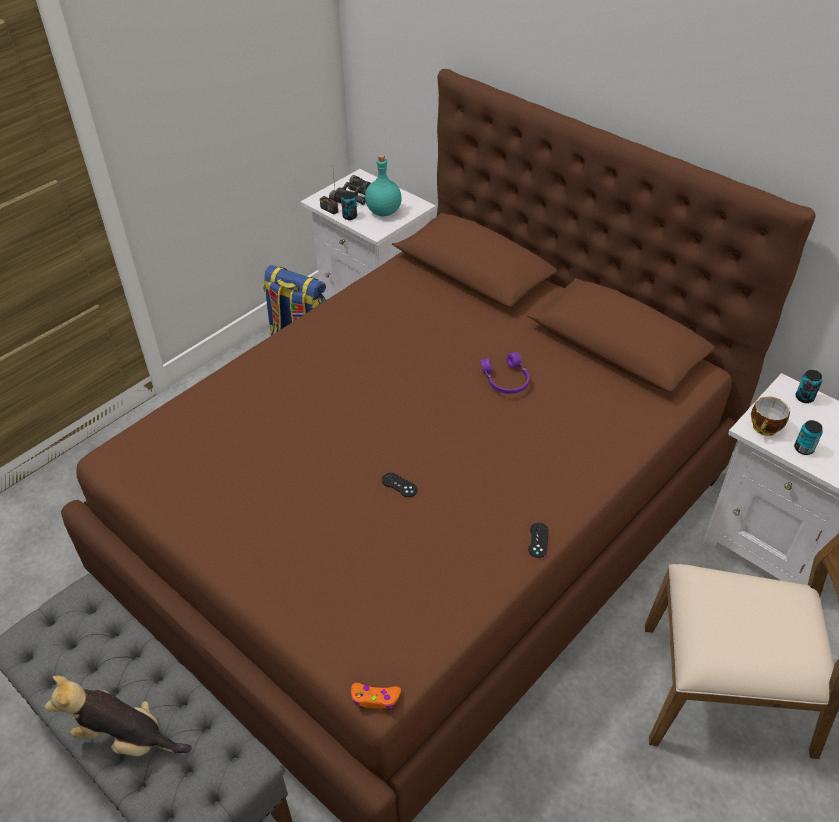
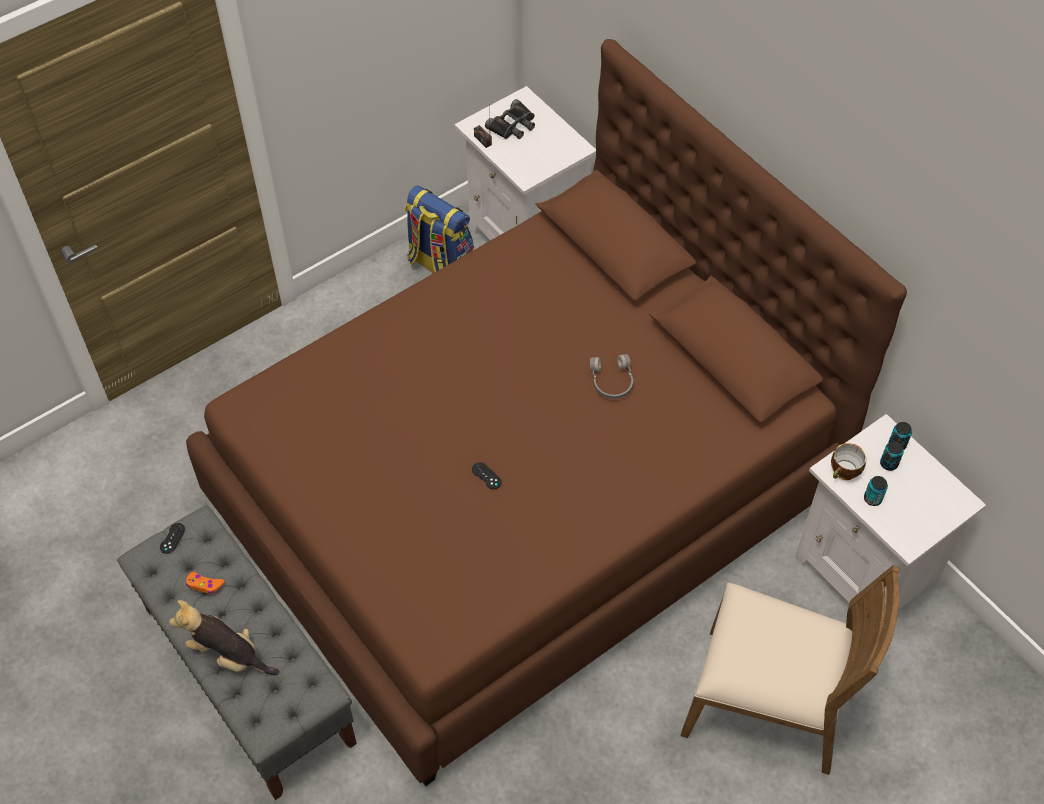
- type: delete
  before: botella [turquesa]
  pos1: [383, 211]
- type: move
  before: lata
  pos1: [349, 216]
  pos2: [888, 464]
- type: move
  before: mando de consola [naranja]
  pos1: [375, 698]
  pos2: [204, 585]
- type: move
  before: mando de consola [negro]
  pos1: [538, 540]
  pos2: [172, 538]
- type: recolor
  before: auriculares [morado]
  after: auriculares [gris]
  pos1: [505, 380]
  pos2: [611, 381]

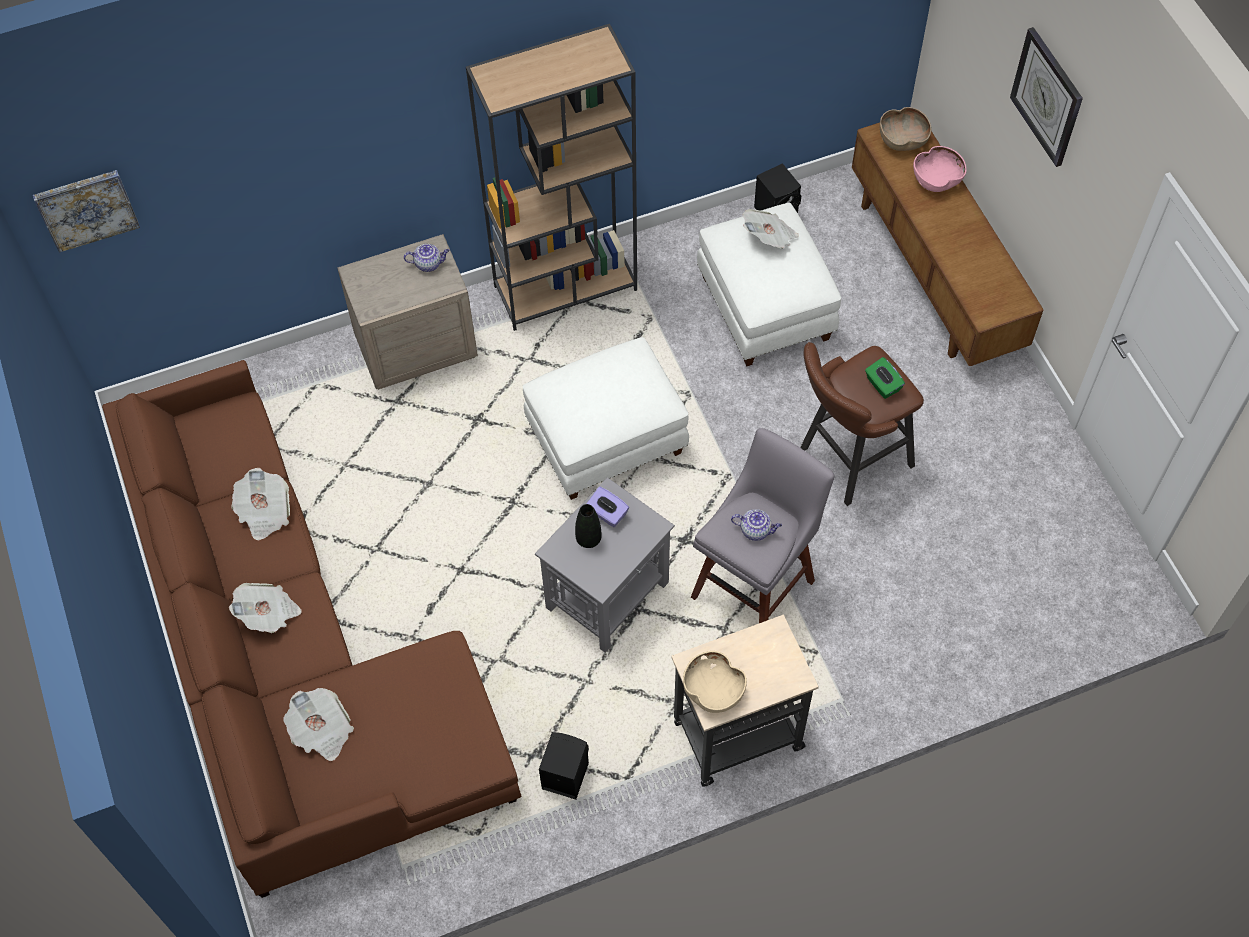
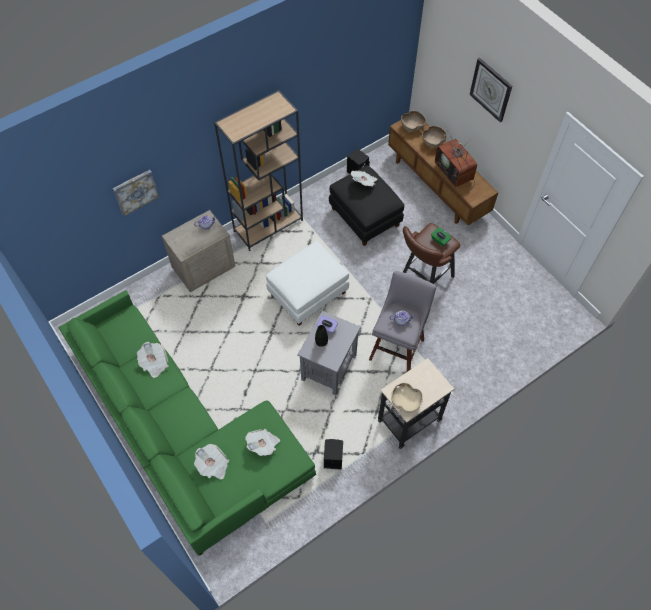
- type: insert
  after: televisor
  pos2: [455, 173]
- type: move
  before: cuadro
  pos1: [86, 209]
  pos2: [135, 191]
- type: move
  before: periódico
  pos1: [269, 614]
  pos2: [263, 445]
- type: recolor
  before: sofá [marrón]
  after: sofá [verde]
  pos1: [296, 658]
  pos2: [185, 432]
- type: recolor
  before: puf [blanco]
  after: puf [negro]
  pos1: [766, 308]
  pos2: [365, 217]
- type: recolor
  before: cuenco [rosa]
  after: cuenco [marrón]
  pos1: [936, 180]
  pos2: [432, 142]

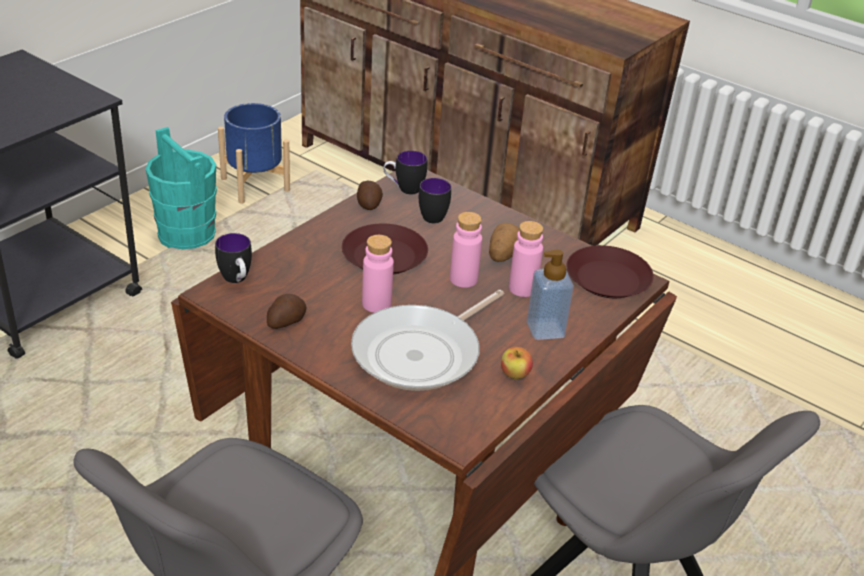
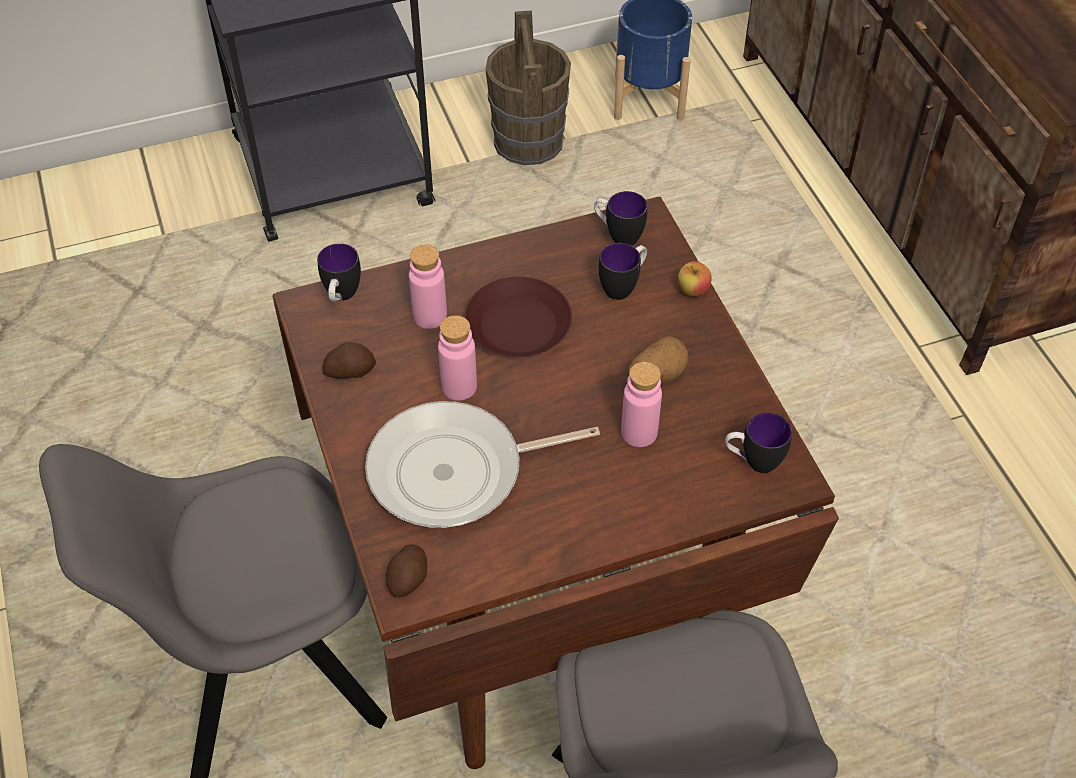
- type: delete
  before: dispensador de jabón
  pos1: [545, 330]
- type: move
  before: patata
  pos1: [369, 204]
  pos2: [409, 578]
- type: move
  before: botella [rosa]
  pos1: [463, 279]
  pos2: [430, 316]
- type: move
  before: manzana
  pos1: [515, 374]
  pos2: [693, 290]
- type: replace
  before: plato [marrón]
  after: taza grande
  pos1: [606, 279]
  pos2: [753, 461]
- type: recolor
  before: cubo [turquesa]
  after: cubo [marrón]
  pos1: [186, 234]
  pos2: [528, 142]

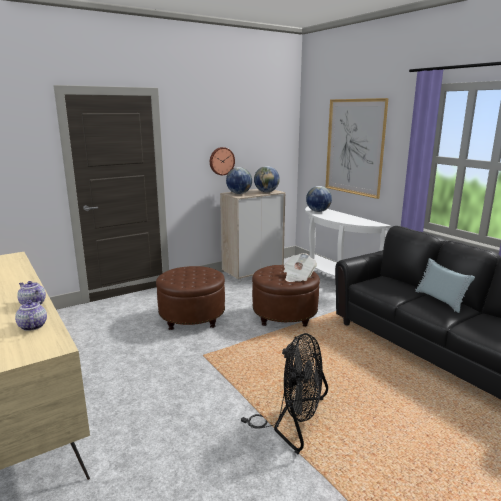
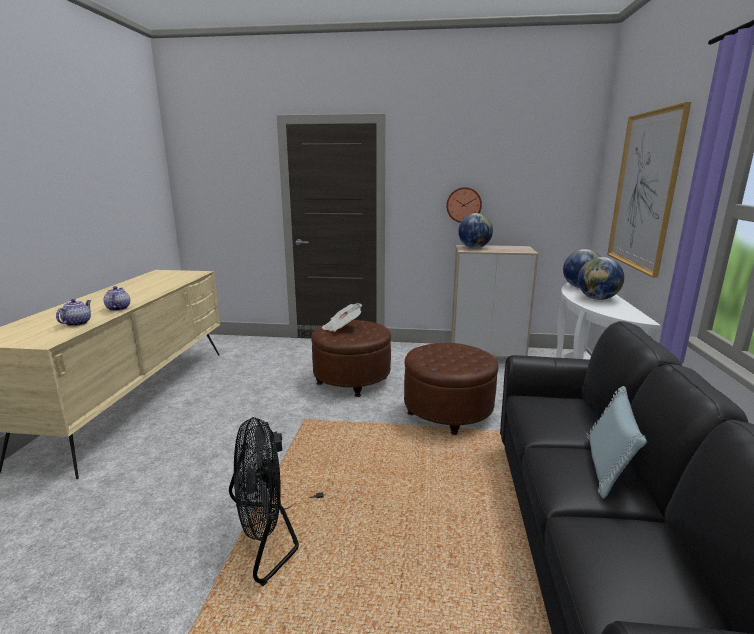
- type: move
  before: globo terráqueo
  pos1: [266, 192]
  pos2: [597, 299]
- type: move
  before: periódico
  pos1: [298, 276]
  pos2: [342, 327]
- type: rotate
  before: ventilador [negro]
  pos1: [292, 421]
  pos2: [272, 530]
  turn: 90

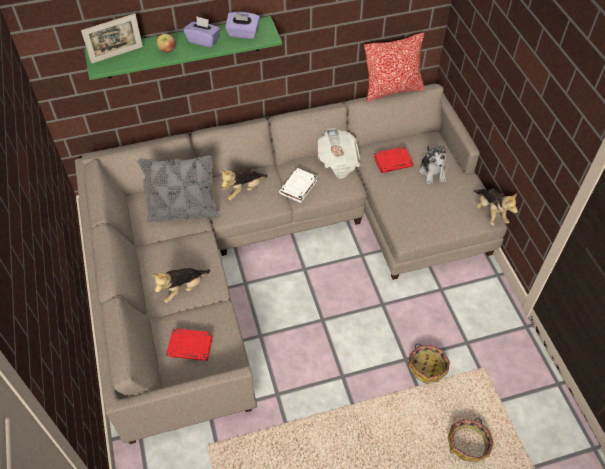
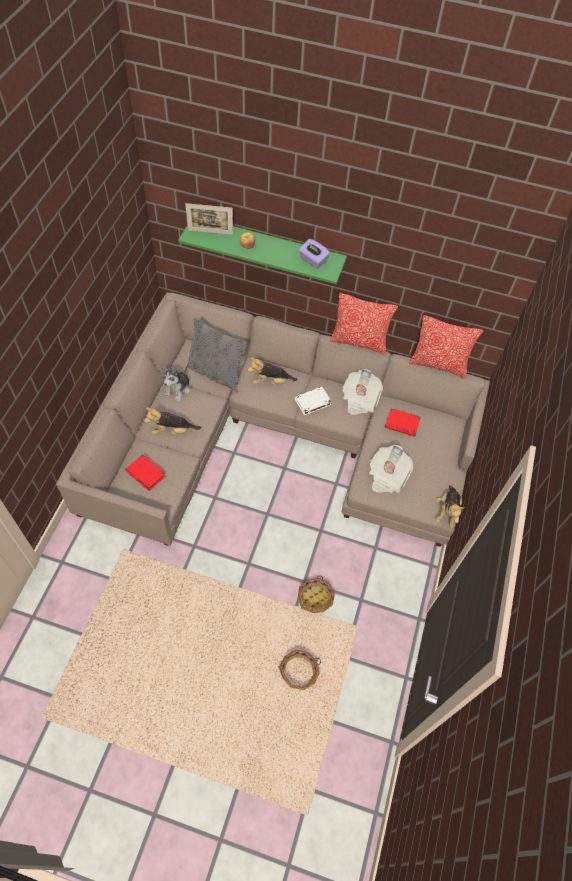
- type: delete
  before: caja de pañuelos [morado]
  pos1: [203, 40]
- type: insert
  after: cojín
  pos2: [359, 342]
- type: insert
  after: periódico
  pos2: [387, 476]
- type: move
  before: peluche
  pos1: [432, 172]
  pos2: [178, 389]

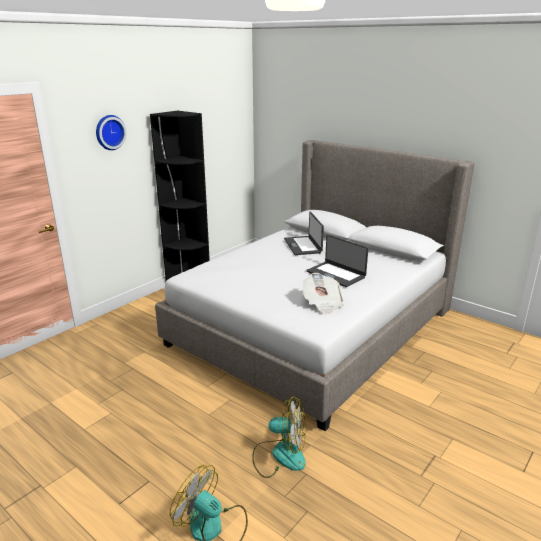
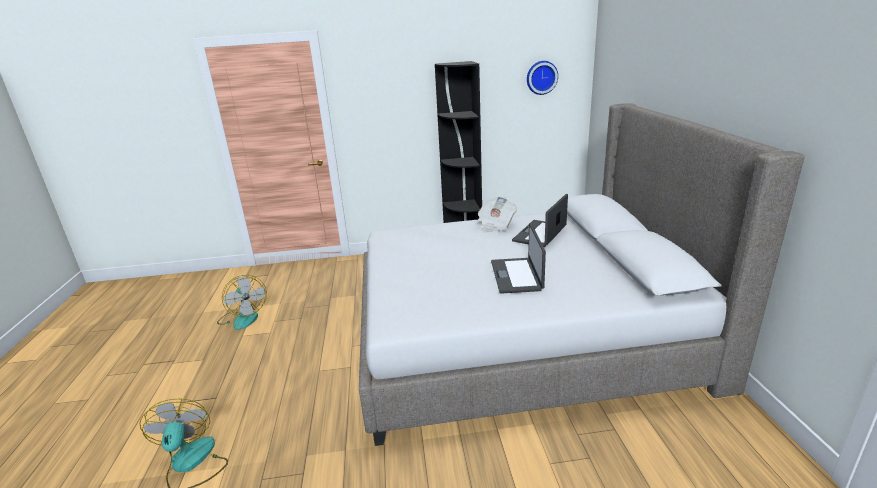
- type: move
  before: reloj de pared
  pos1: [109, 132]
  pos2: [541, 77]
- type: move
  before: ventilador
  pos1: [280, 455]
  pos2: [243, 317]
- type: move
  before: periódico
  pos1: [322, 304]
  pos2: [495, 225]

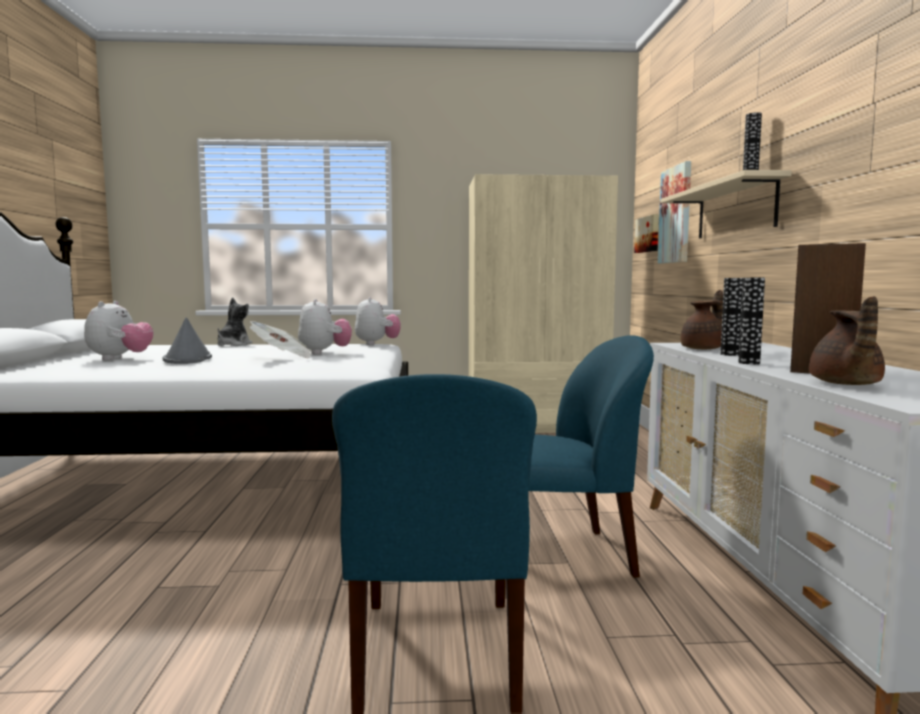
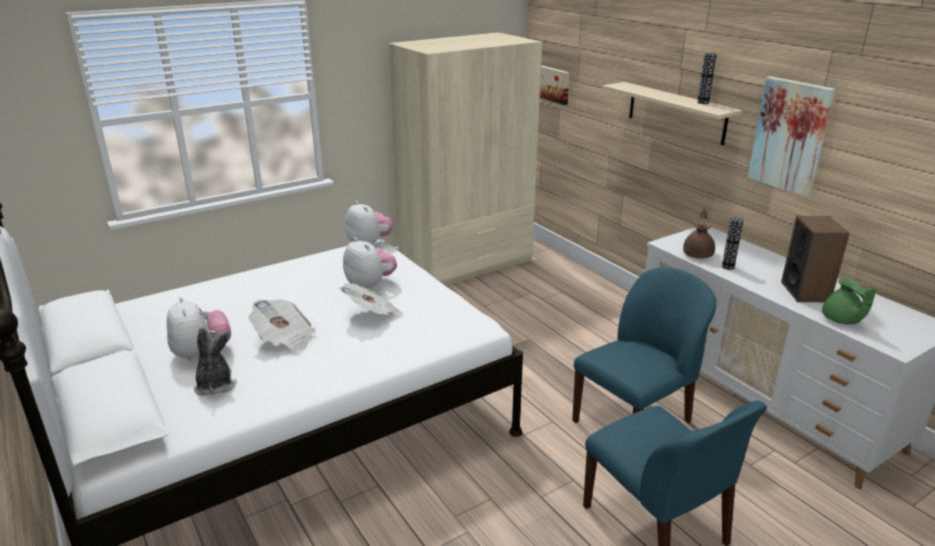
- type: delete
  before: florero
  pos1: [749, 363]
- type: move
  before: peluche
  pos1: [233, 345]
  pos2: [215, 385]
- type: move
  before: cuadro
  pos1: [676, 215]
  pos2: [790, 136]
- type: replace
  before: sombrero [gris]
  after: periódico
  pos1: [188, 359]
  pos2: [285, 339]
- type: recolor
  before: tetera [marrón]
  after: tetera [verde]
  pos1: [845, 384]
  pos2: [841, 320]

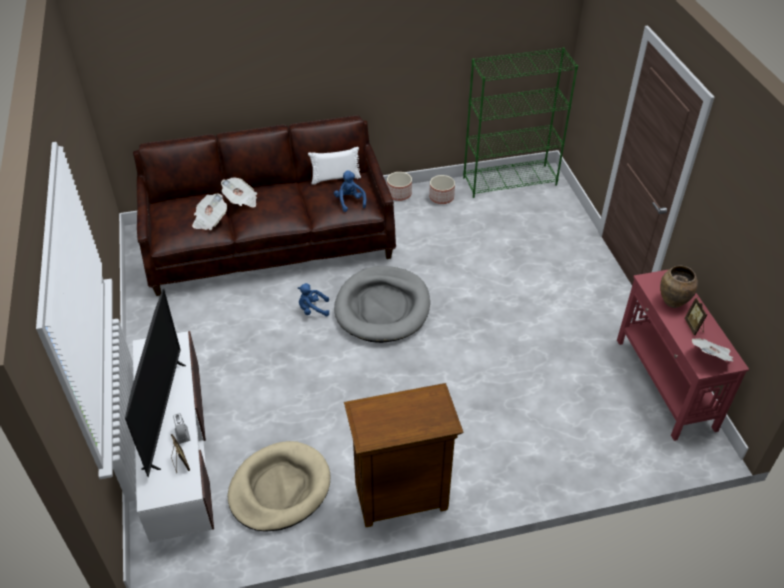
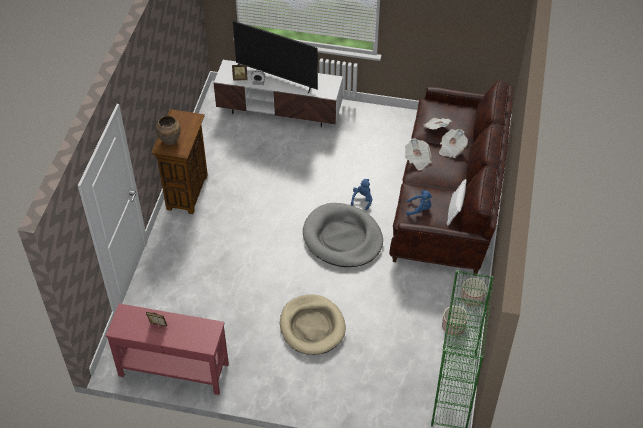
- type: move
  before: cama para perro [beis]
  pos1: [279, 489]
  pos2: [312, 326]
- type: move
  before: florero [marrón]
  pos1: [672, 302]
  pos2: [170, 140]
- type: move
  before: periódico
  pos1: [711, 357]
  pos2: [417, 159]

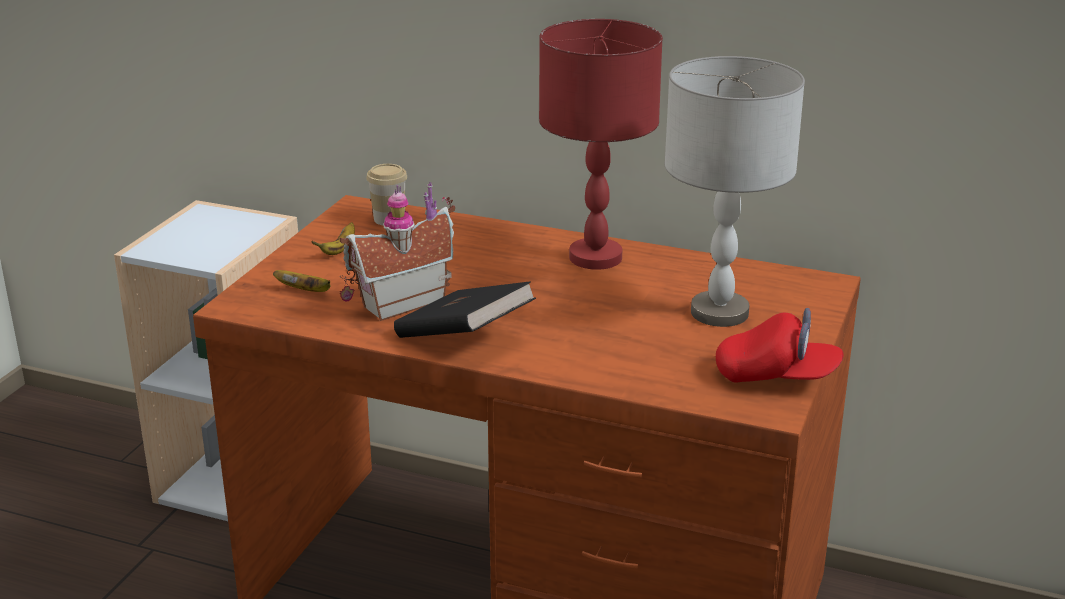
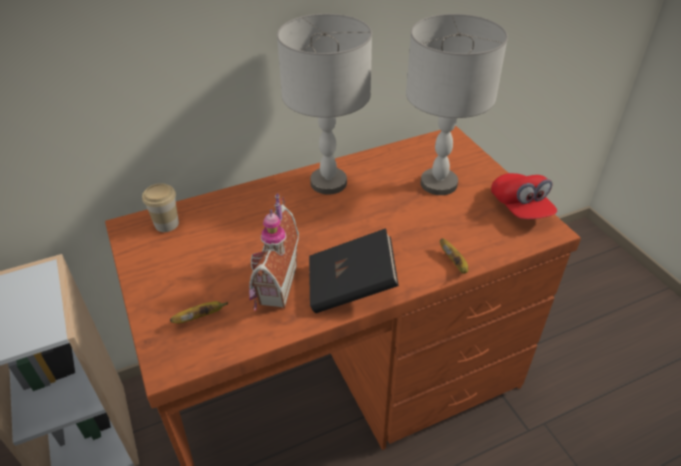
- type: move
  before: plátano
  pos1: [339, 250]
  pos2: [454, 263]
- type: recolor
  before: lámpara de mesa [rojo]
  after: lámpara de mesa [gris]
  pos1: [596, 258]
  pos2: [329, 183]
- type: rotate
  before: gorra [rojo]
  pos1: [776, 376]
  pos2: [520, 208]
  turn: 105

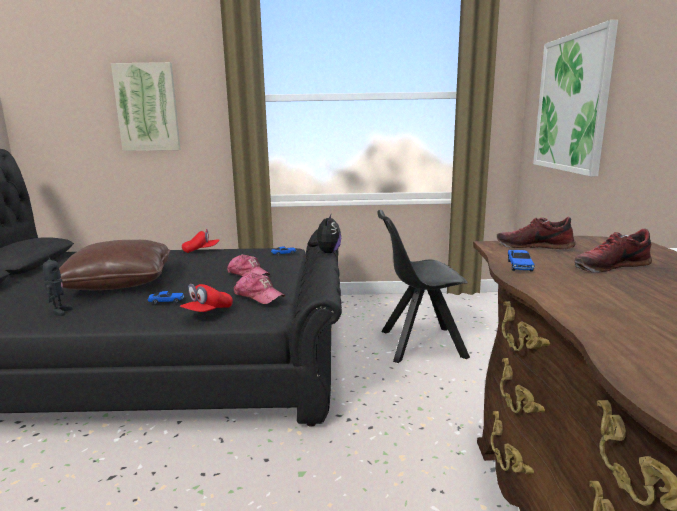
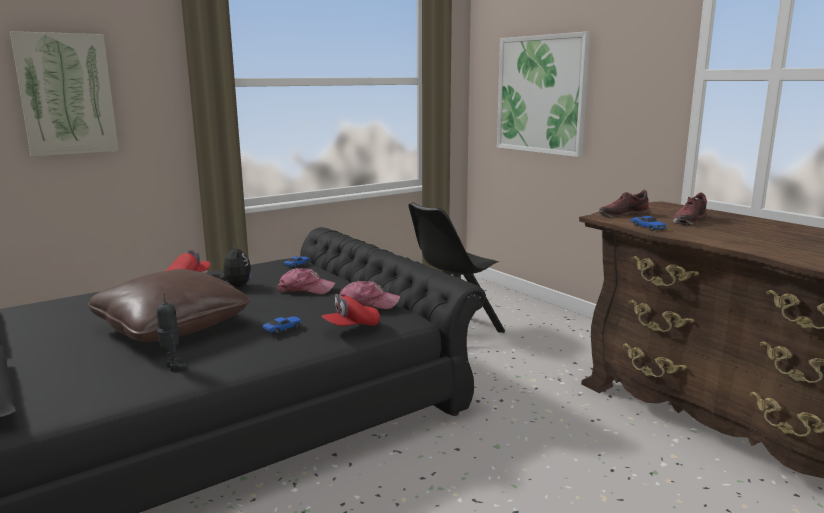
- type: move
  before: peluche
  pos1: [327, 252]
  pos2: [236, 286]
- type: rotate
  before: gorra [rojo]
  pos1: [207, 312]
  pos2: [351, 327]
  turn: 60

